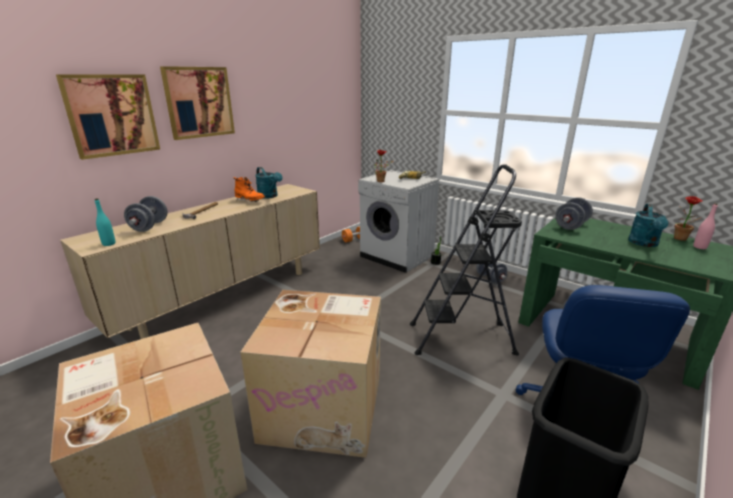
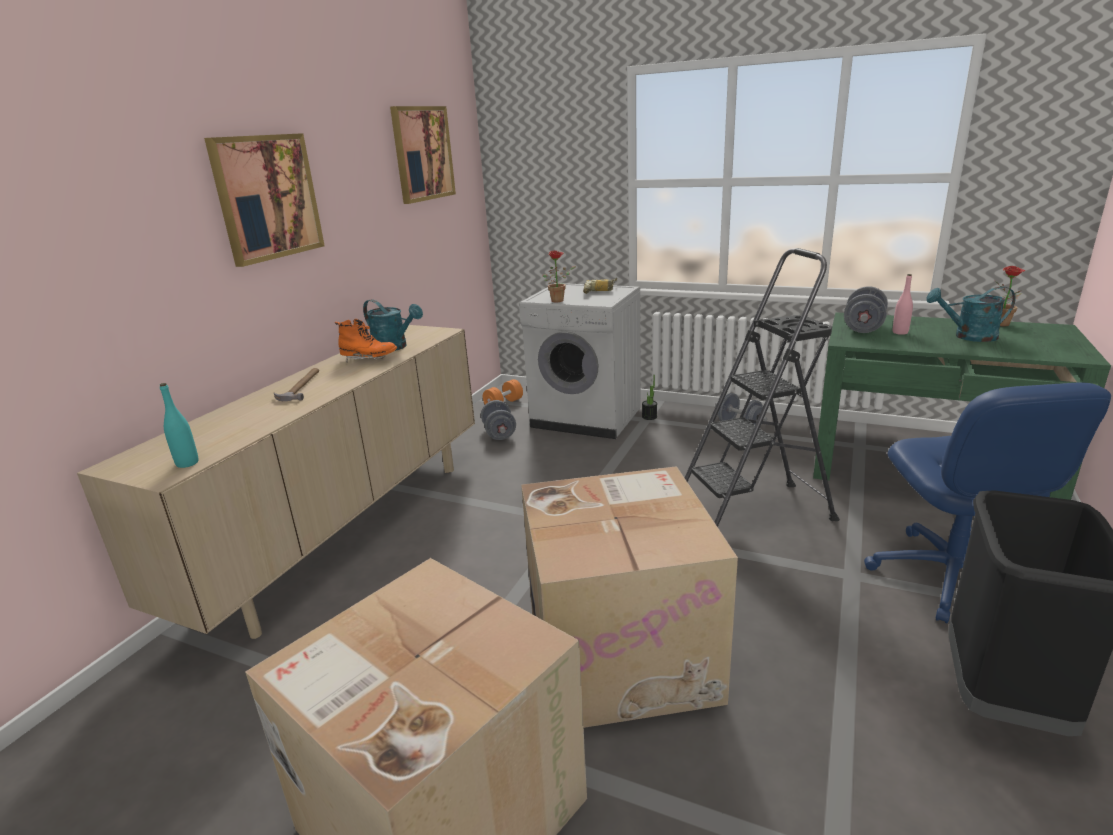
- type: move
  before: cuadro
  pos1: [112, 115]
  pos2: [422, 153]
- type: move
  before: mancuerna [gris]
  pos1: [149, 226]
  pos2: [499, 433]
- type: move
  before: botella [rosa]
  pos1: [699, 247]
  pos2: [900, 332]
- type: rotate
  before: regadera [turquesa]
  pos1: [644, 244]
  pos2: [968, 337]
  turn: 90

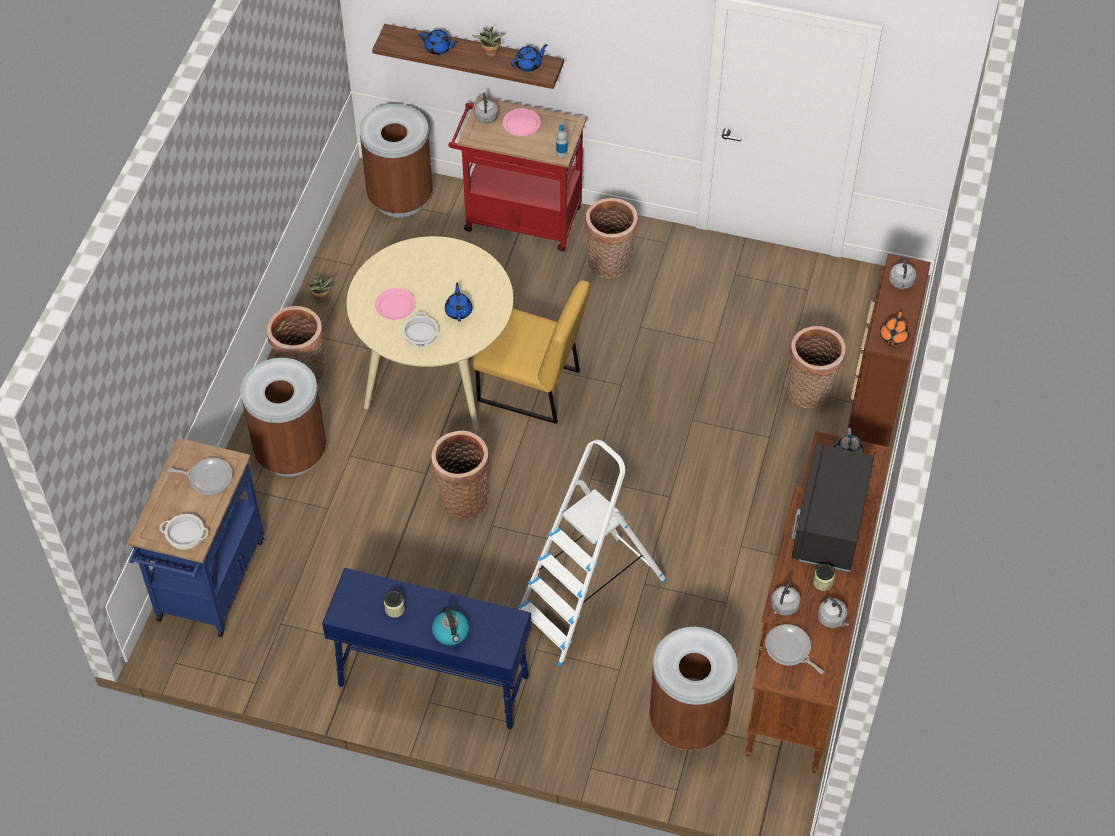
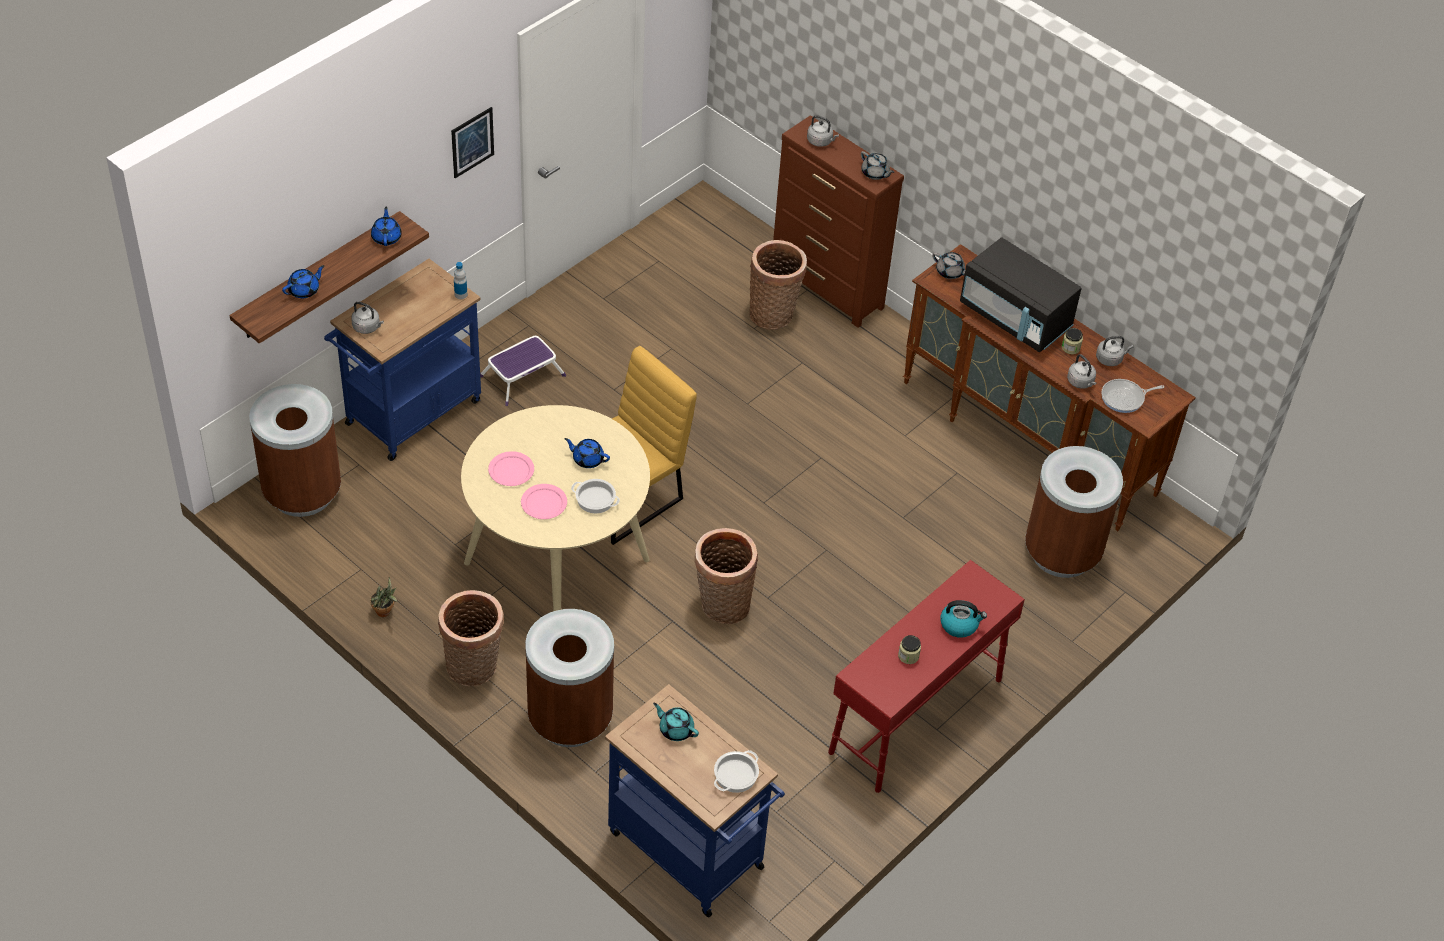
- type: delete
  before: planta en maceta
  pos1: [490, 54]
- type: delete
  before: escalera de tijera [blanco]
  pos1: [589, 601]
- type: insert
  after: cuadro
  pos2: [472, 142]
- type: move
  before: plato [rosa]
  pos1: [521, 123]
  pos2: [511, 470]
- type: replace
  before: sartén
  after: tetera [turquesa]
  pos1: [208, 478]
  pos2: [675, 729]
- type: replace
  before: cesta
  after: escalera de tijera [morado]
  pos1: [610, 265]
  pos2: [522, 376]
- type: recolor
  before: mesa consola [azul]
  after: mesa consola [rojo]
  pos1: [433, 680]
  pos2: [914, 715]
- type: recolor
  before: carrito [rojo]
  after: carrito [azul]
  pos1: [519, 219]
  pos2: [410, 415]
- type: recolor
  before: tetera [naranja]
  after: tetera [gris]
  pos1: [893, 337]
  pos2: [875, 173]

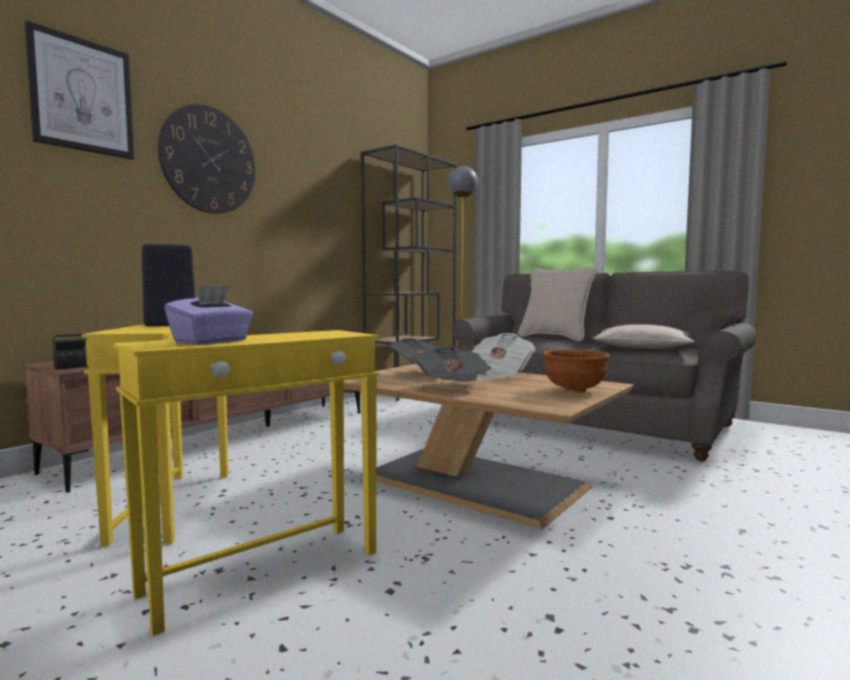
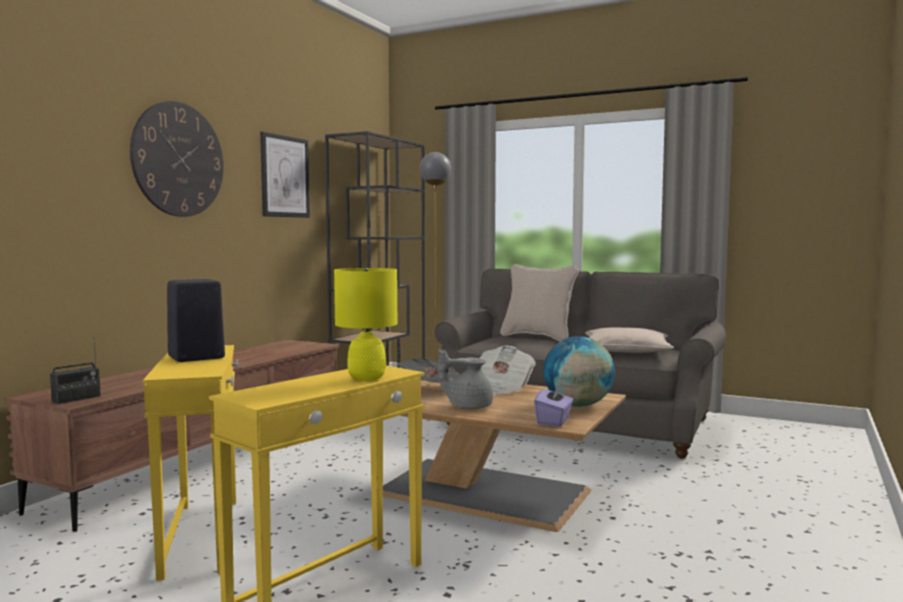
- type: insert
  after: lámpara de mesa [amarillo]
  pos2: [368, 379]
- type: move
  before: cuadro
  pos1: [82, 95]
  pos2: [284, 176]
- type: move
  before: caja de pañuelos [morado]
  pos1: [212, 342]
  pos2: [554, 421]
- type: replace
  before: periódico
  after: tetera [gris]
  pos1: [453, 388]
  pos2: [468, 406]
- type: replace
  before: cuenco [marrón]
  after: globo terráqueo
  pos1: [574, 391]
  pos2: [578, 405]

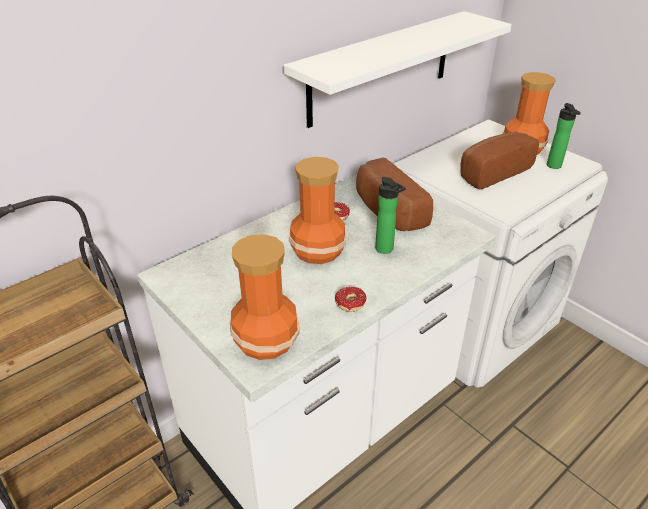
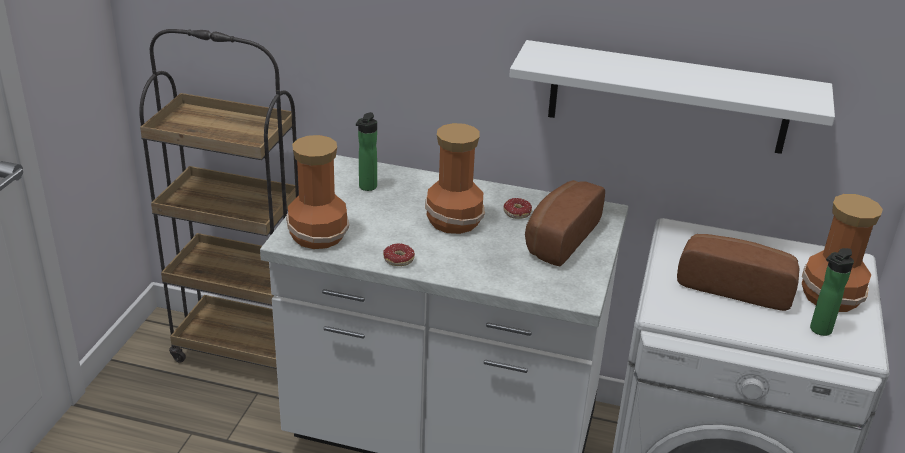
- type: move
  before: botella
  pos1: [386, 250]
  pos2: [366, 188]

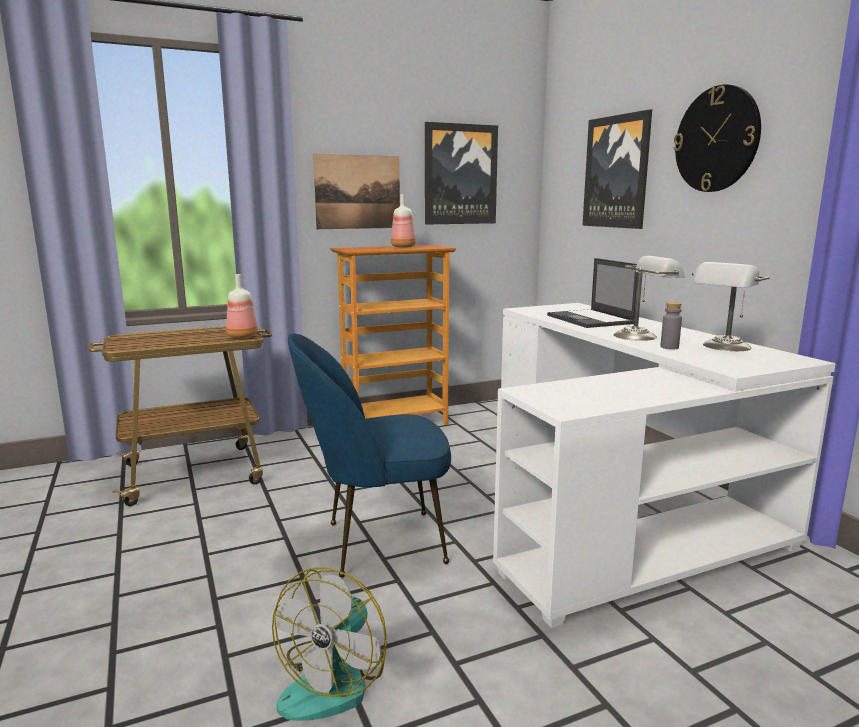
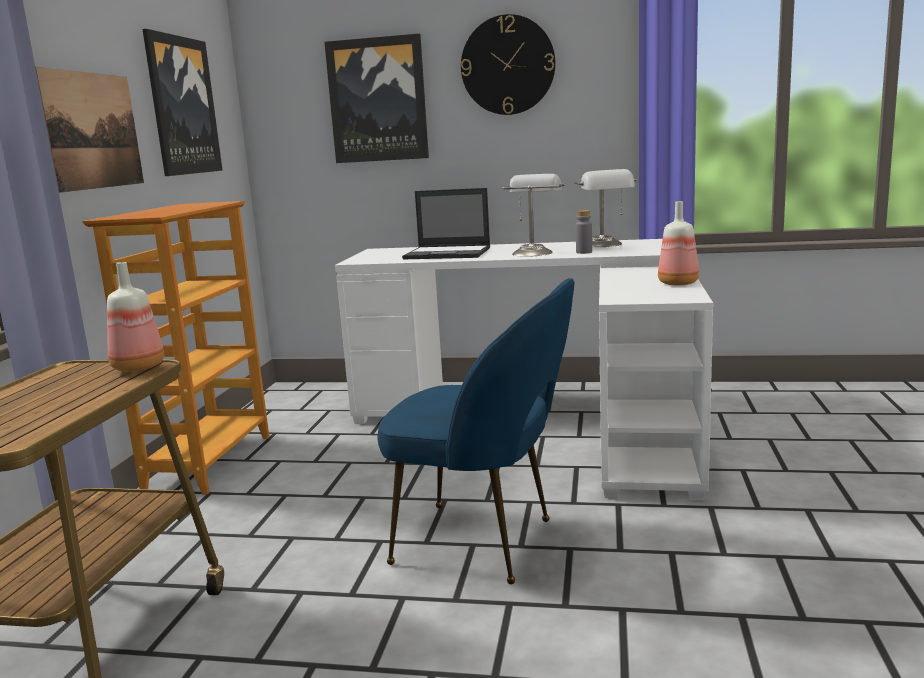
- type: delete
  before: ventilador
  pos1: [335, 681]
- type: move
  before: botella
  pos1: [403, 247]
  pos2: [677, 283]
- type: rotate
  before: silla [azul]
  pos1: [374, 544]
  pos2: [485, 544]
  turn: -90

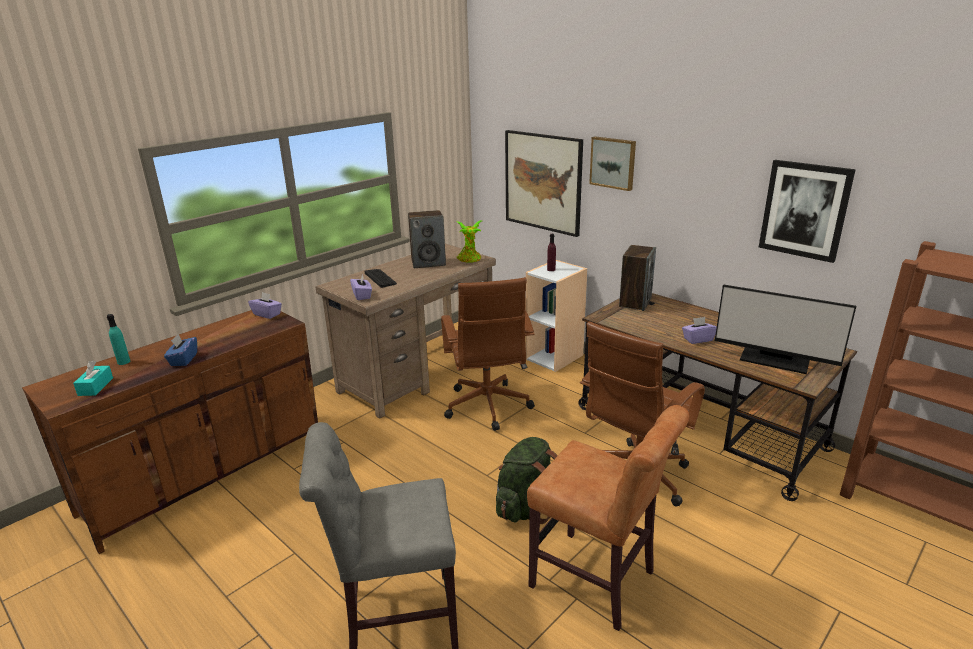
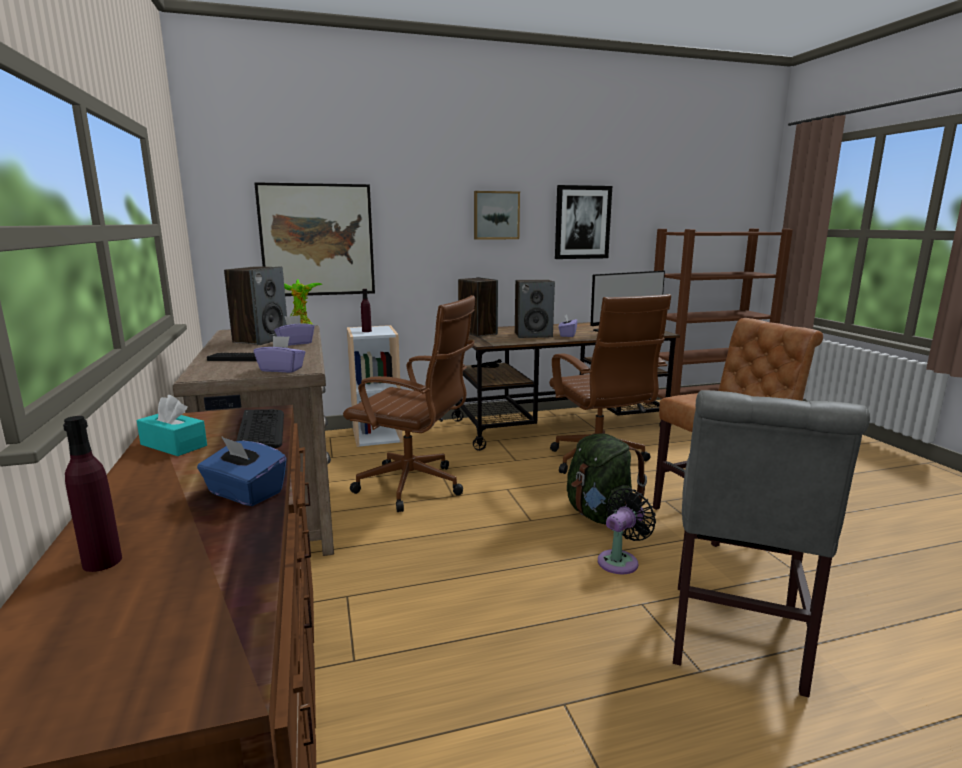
- type: insert
  after: teclado
  pos2: [262, 430]
- type: insert
  after: altavoz
  pos2: [533, 335]
- type: insert
  after: ventilador [negro]
  pos2: [620, 560]
- type: move
  before: caja de pañuelos [turquesa]
  pos1: [95, 387]
  pos2: [173, 445]
- type: move
  before: caja de pañuelos [morado]
  pos1: [267, 314]
  pos2: [295, 343]
- type: move
  before: cuadro
  pos1: [613, 163]
  pos2: [496, 215]
- type: recolor
  before: botella [turquesa]
  after: botella [morado]
  pos1: [124, 362]
  pos2: [102, 562]

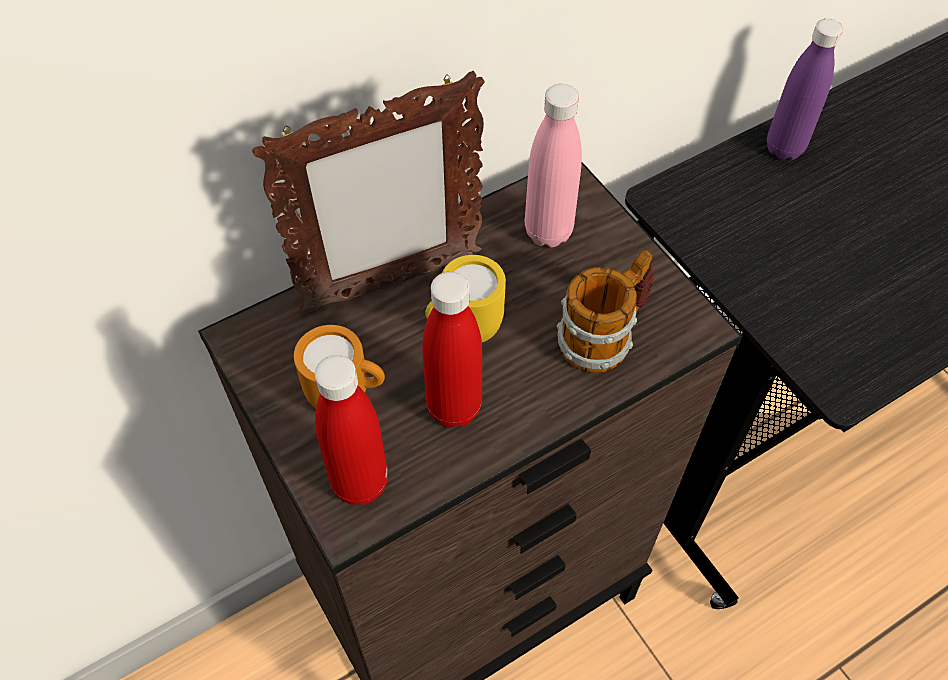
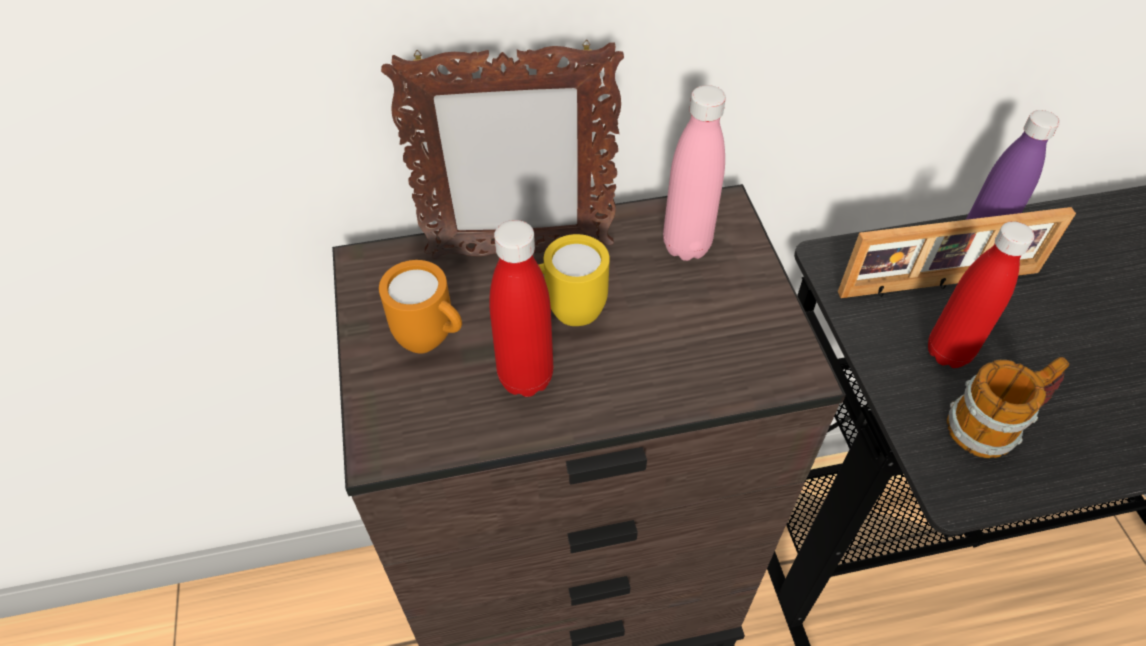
- type: insert
  after: portarretratos
  pos2: [940, 284]
- type: move
  before: botella [rojo]
  pos1: [360, 483]
  pos2: [948, 352]
- type: move
  before: taza grande
  pos1: [604, 335]
  pos2: [993, 425]

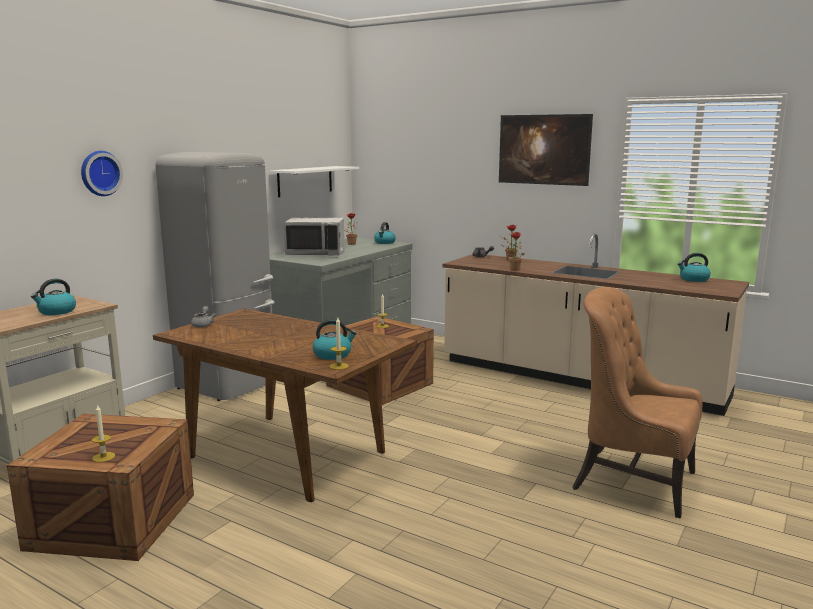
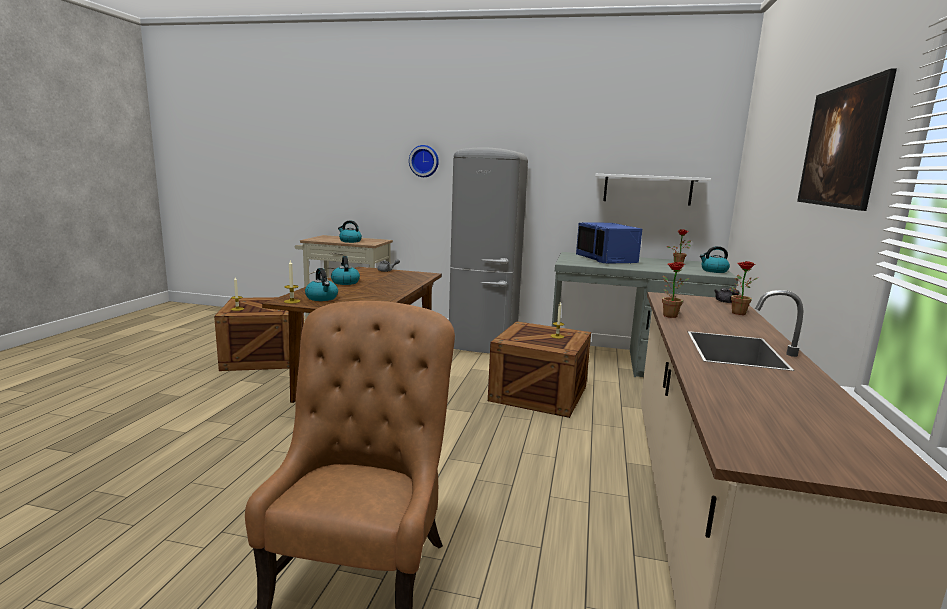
- type: move
  before: hervidor
  pos1: [693, 279]
  pos2: [345, 282]
- type: recolor
  before: microondas [gris]
  after: microondas [azul]
  pos1: [316, 253]
  pos2: [607, 260]

